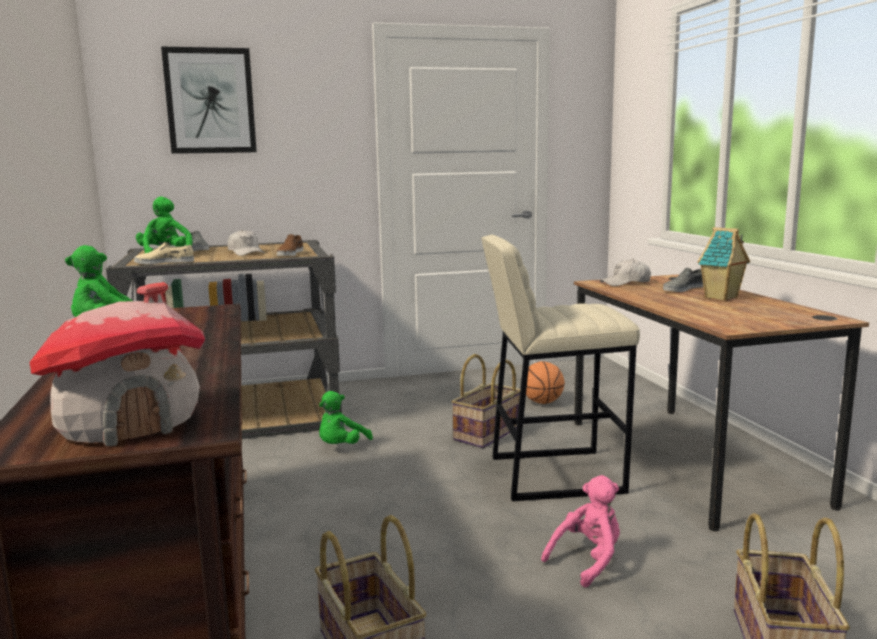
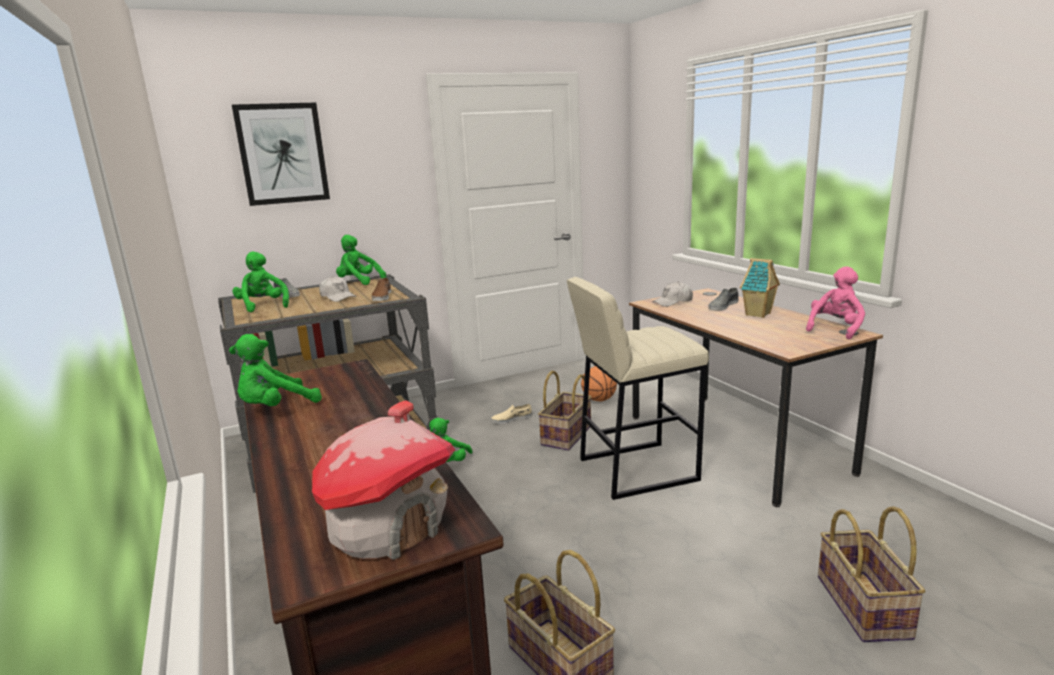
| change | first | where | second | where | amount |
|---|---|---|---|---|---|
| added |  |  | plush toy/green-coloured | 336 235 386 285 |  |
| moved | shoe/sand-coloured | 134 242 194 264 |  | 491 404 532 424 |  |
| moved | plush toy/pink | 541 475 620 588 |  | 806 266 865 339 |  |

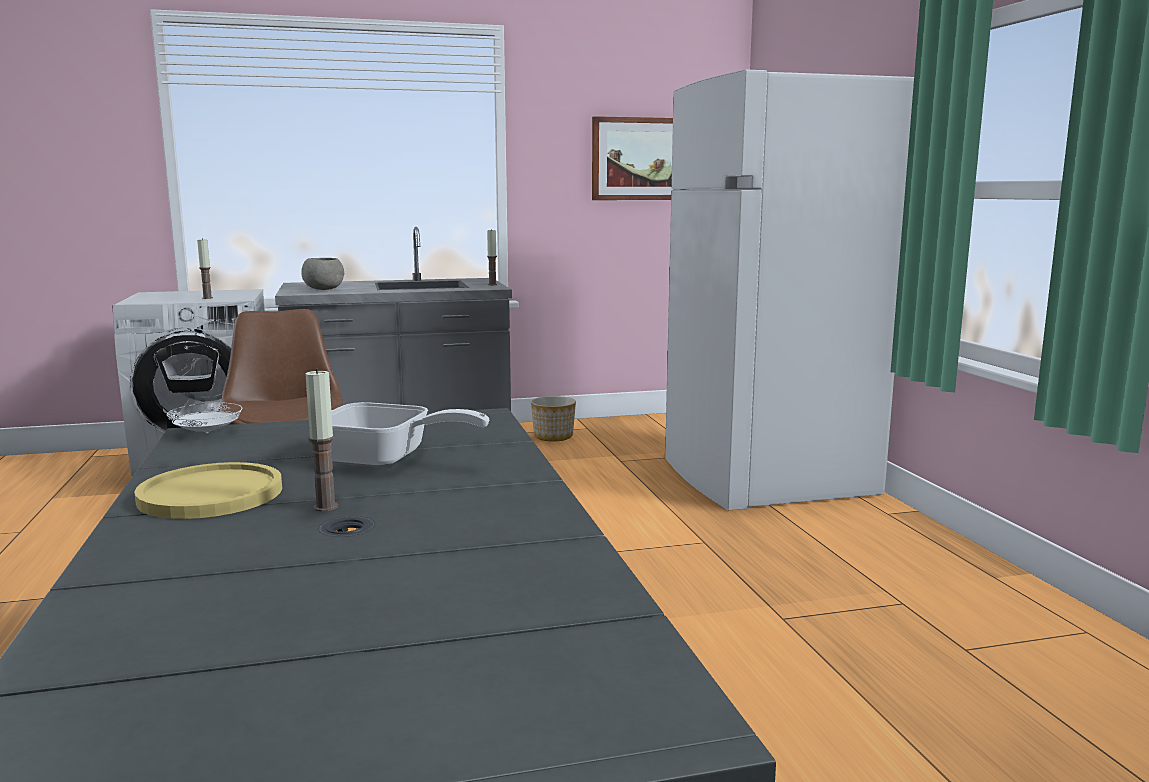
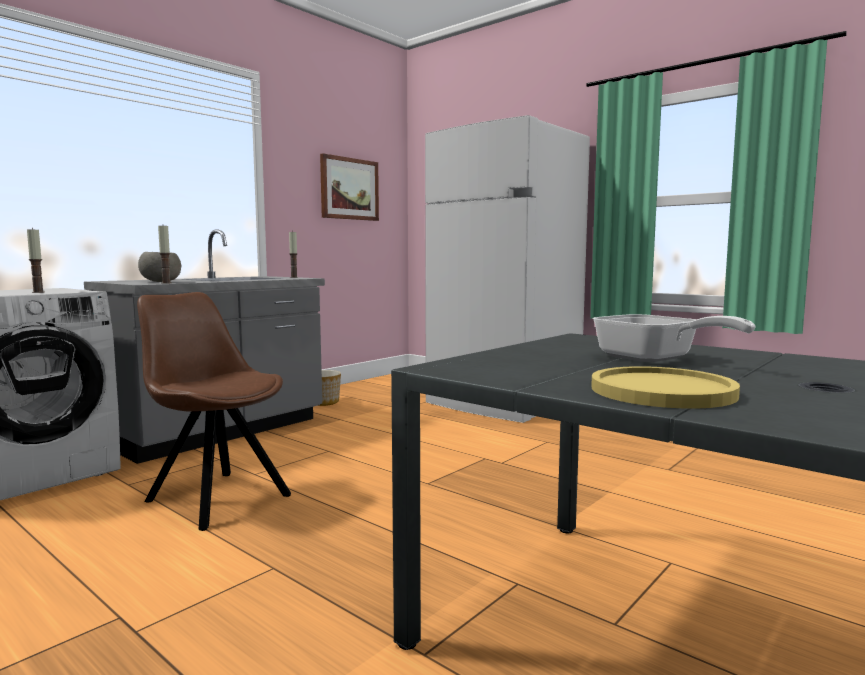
| change | first | where | second | where | amount |
|---|---|---|---|---|---|
| moved | candle | 305 368 338 512 |  | 158 226 172 284 |  |
| turned | frying pan | 331 402 489 468 |  | 593 314 755 362 | 75 degrees clockwise |
| removed | flat dish/white-coloured | 167 403 242 434 |  |  |  |

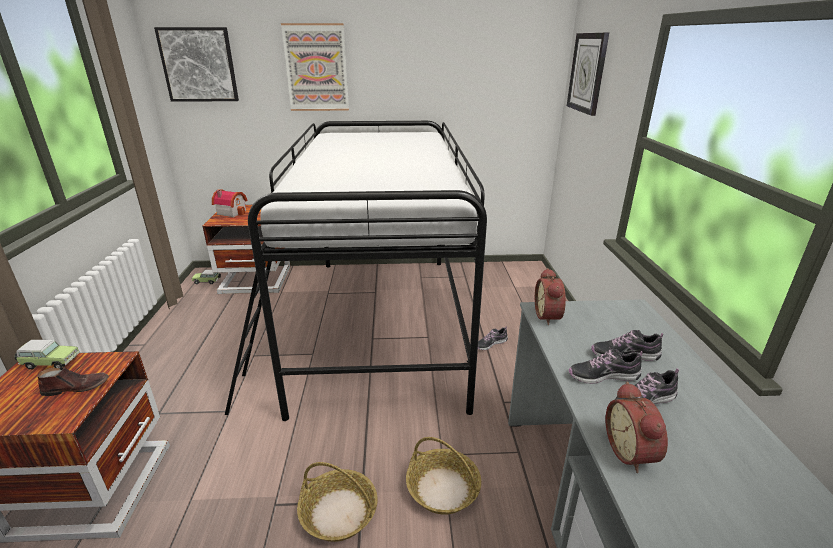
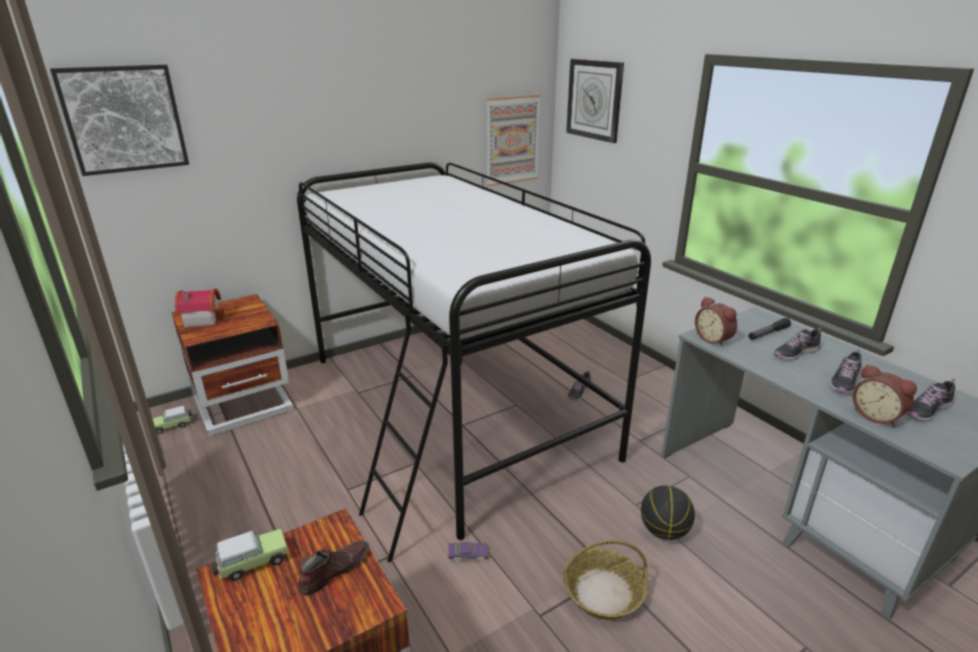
| change | first | where | second | where | amount |
|---|---|---|---|---|---|
| added |  |  | toy car/purple | 448 542 489 563 |  |
| moved | wall art | 281 23 349 111 |  | 486 94 541 186 |  |
| replaced | storage basket | 406 437 481 515 | basketball ball | 641 486 695 540 |  |
| added |  |  | flashlight | 748 318 791 340 |  |
| moved | shoe | 569 349 643 384 |  | 906 379 955 421 |  |

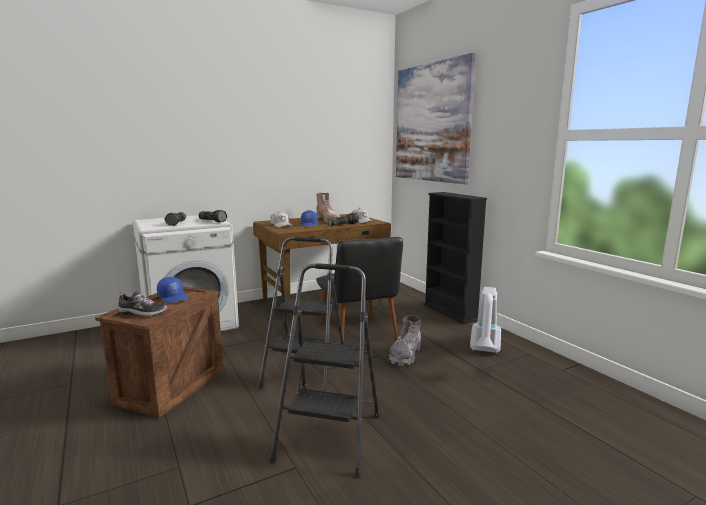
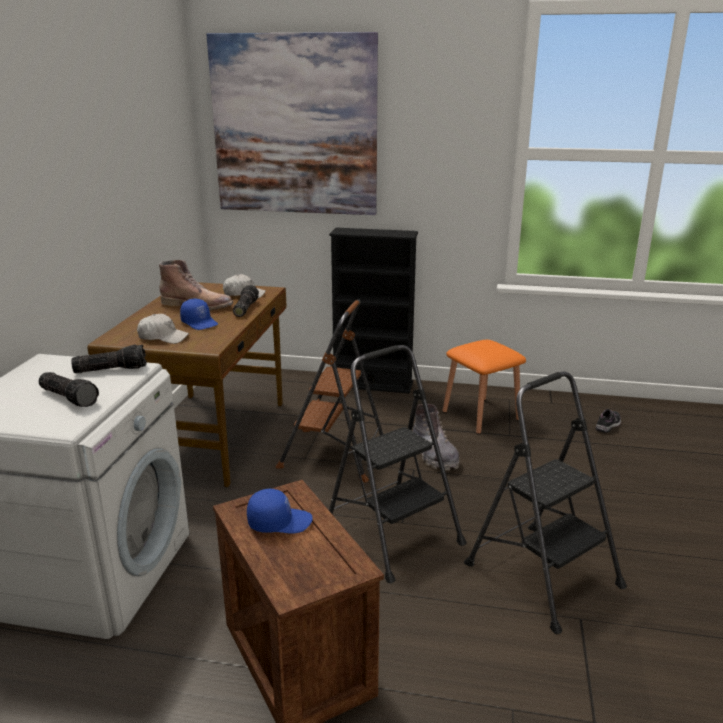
| change | first | where | second | where | amount |
|---|---|---|---|---|---|
| replaced | upright chair/black-coloured | 316 237 403 344 | step stool/brown | 276 299 383 482 |  |
| replaced | hoover | 470 287 501 354 | sitting stool/orange-coloured | 442 340 526 435 |  |
| moved | shoe | 117 292 167 316 |  | 596 409 621 433 |  |

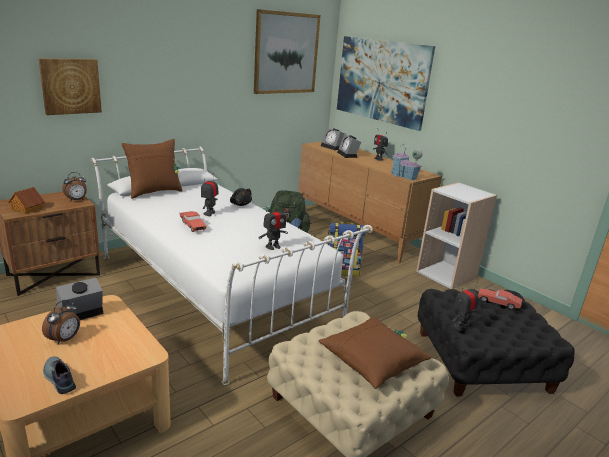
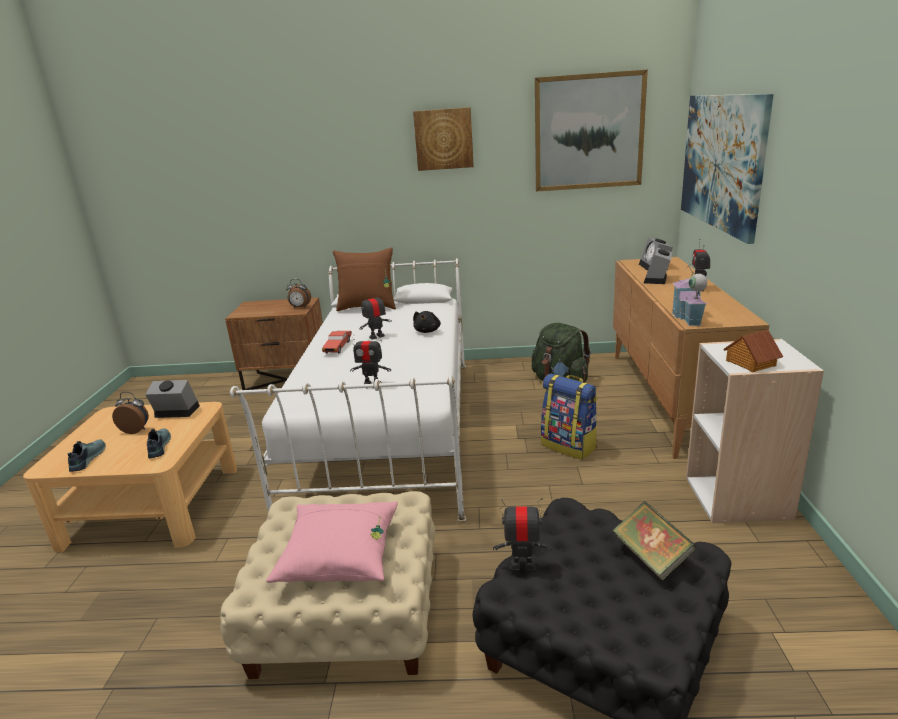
| change | first | where | second | where | amount |
|---|---|---|---|---|---|
| turned | bedside clock | 42 300 80 345 |  | 112 392 149 434 | 150 degrees counterclockwise |
| added |  |  | shoe | 147 428 171 458 |  |
| recoloured | cushion/brown | 318 316 431 389 | cushion/pink | 266 501 398 583 |  |
| moved | wall art | 38 58 102 115 |  | 413 107 474 171 |  |
| replaced | toy car/red | 478 288 522 310 | bound book | 612 502 696 581 |  |
| moved | miniature house | 8 187 45 214 |  | 724 329 783 372 |  |

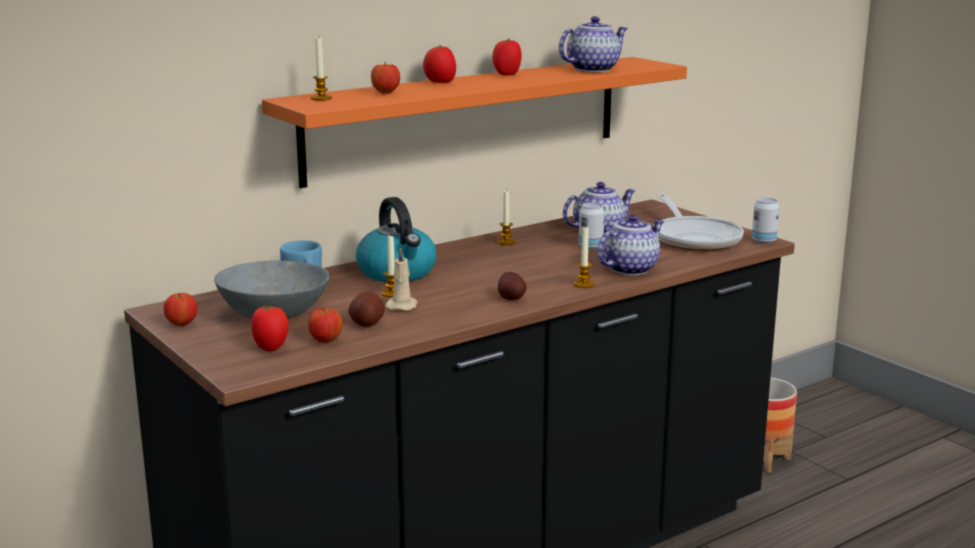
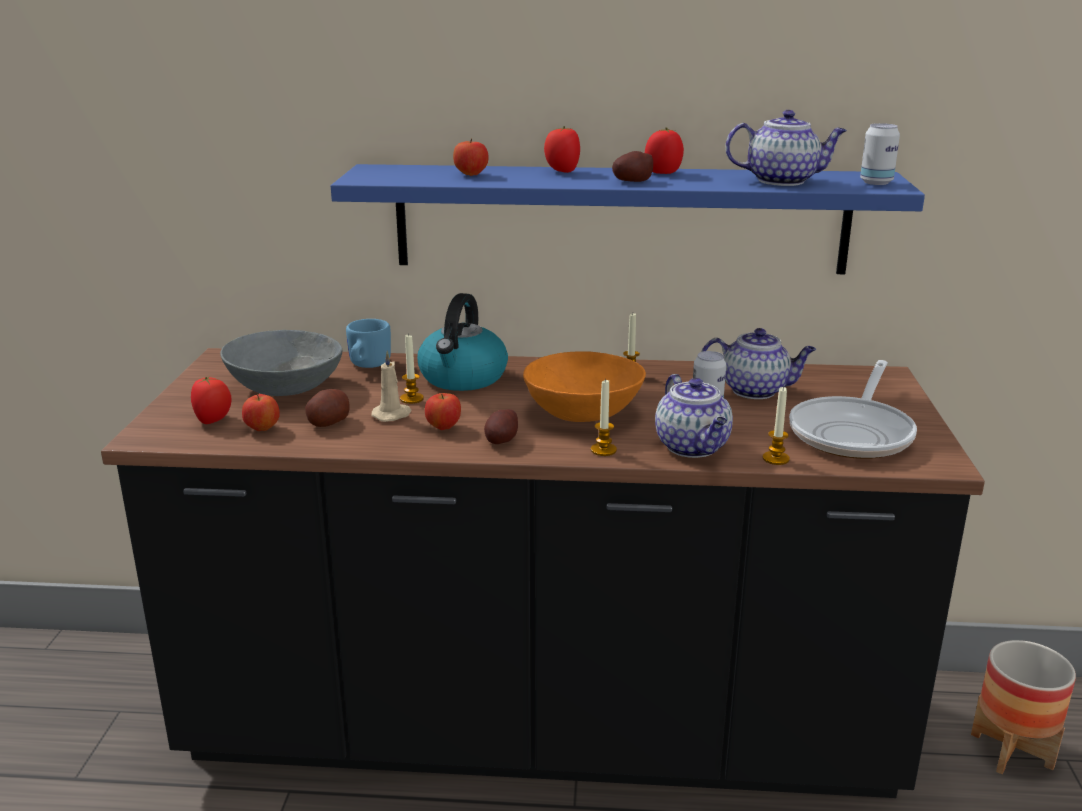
| change | first | where | second | where | amount |
|---|---|---|---|---|---|
| recoloured | shelf/orange-coloured | 262 57 687 188 | shelf/blue-coloured | 331 164 925 274 |  |
| moved | apple fruit | 163 293 197 326 |  | 425 393 461 430 |  |
| added |  |  | deep dish/orange-coloured | 523 351 646 422 |  |
| added |  |  | whole potato | 612 151 653 182 |  |
| turned | pot for tea | 597 214 664 275 |  | 655 374 733 458 | 75 degrees clockwise |
| moved | candle | 311 35 332 101 |  | 763 386 790 465 |  |
| moved | metal can | 752 198 779 244 |  | 860 123 900 185 |  |

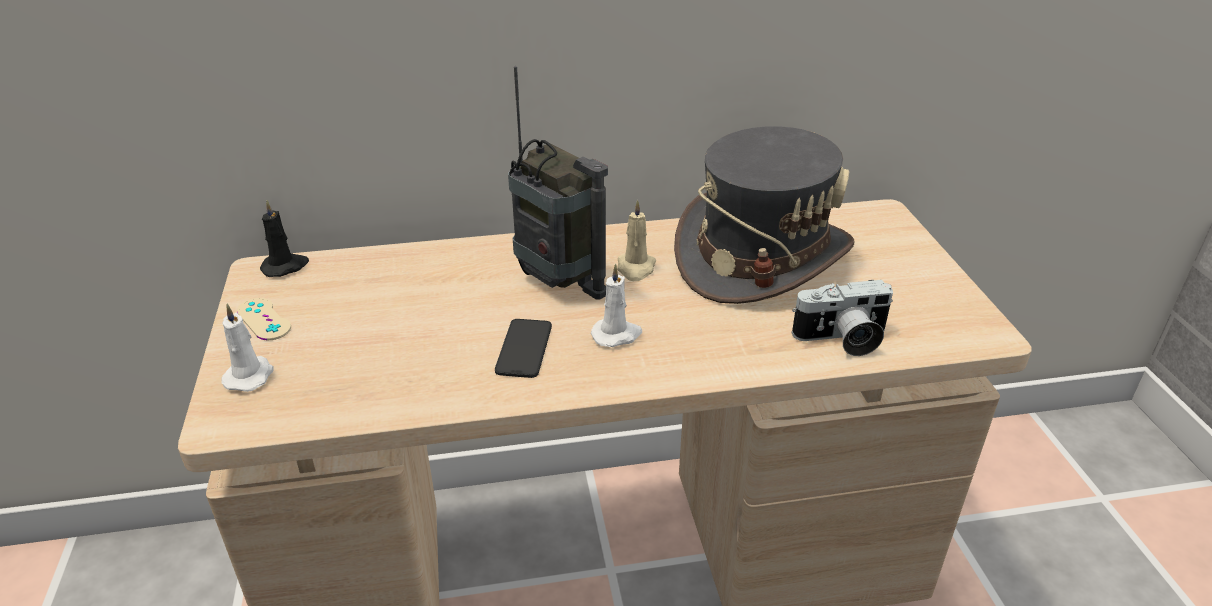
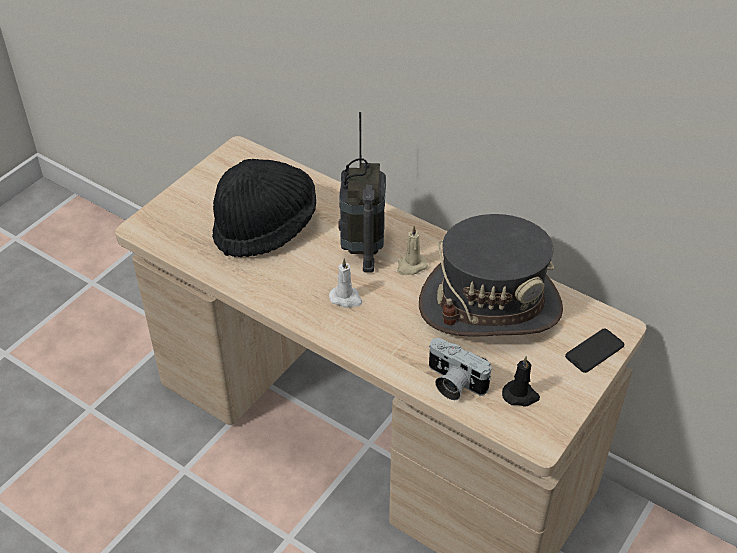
| change | first | where | second | where | amount |
|---|---|---|---|---|---|
| added |  |  | clothing hat/black-coloured | 212 159 316 257 |  |
| moved | candle/black-coloured | 260 200 309 277 |  | 502 356 540 406 |  |
| moved | handset | 495 319 552 378 |  | 565 329 624 373 |  |
| removed | candle/white-coloured | 221 304 274 392 |  |  |  |
| removed | gamepad/sand-coloured | 237 298 291 340 |  |  |  |

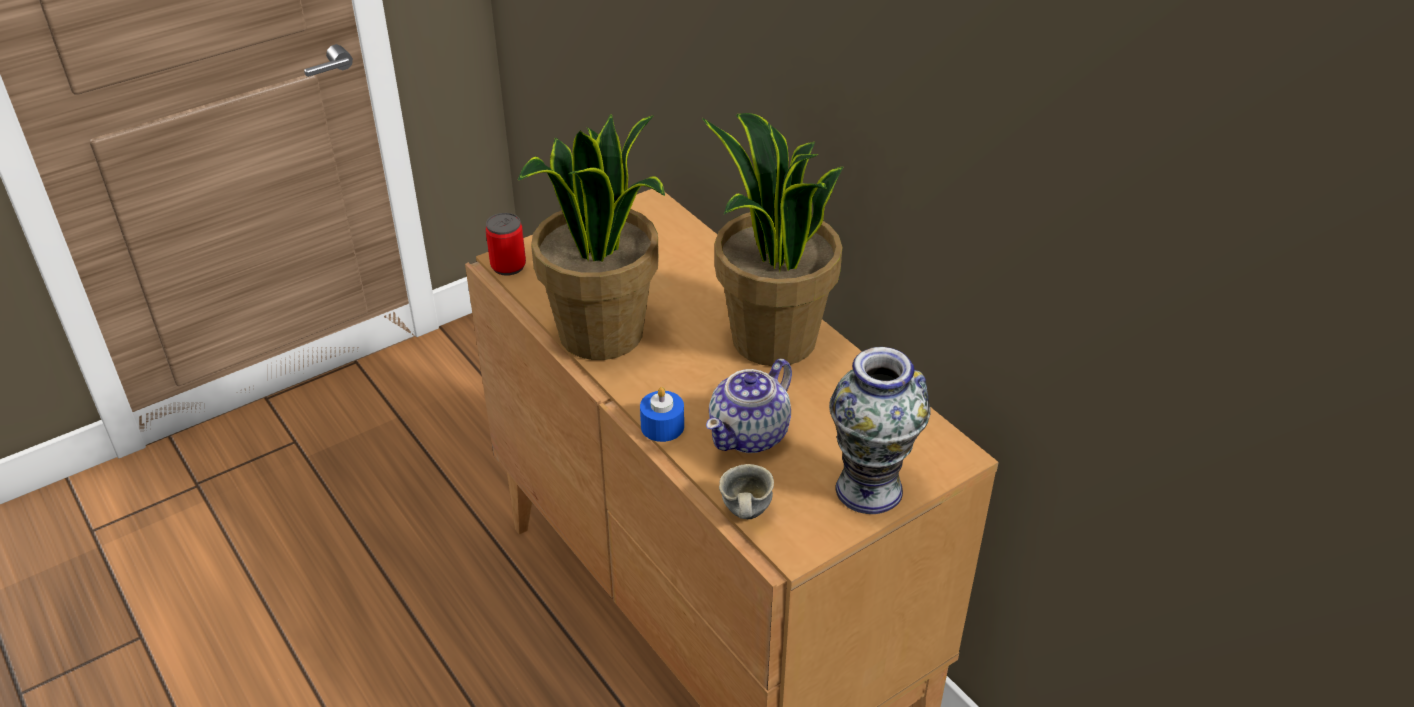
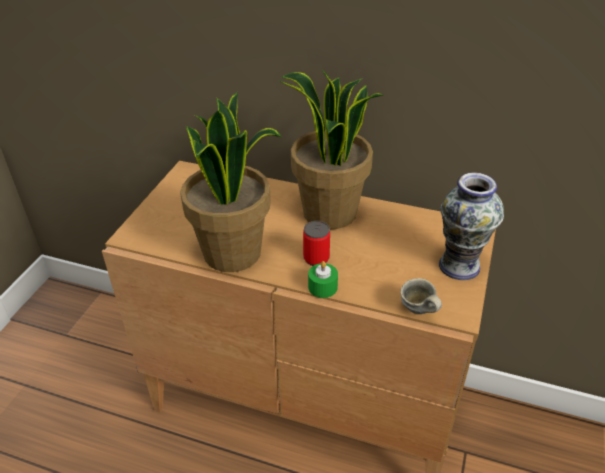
| change | first | where | second | where | amount |
|---|---|---|---|---|---|
| moved | metal can | 486 213 526 276 |  | 303 221 330 266 |  |
| recoloured | candle/blue-coloured | 640 387 684 442 | candle/green-coloured | 308 261 338 298 |  |
| removed | pot for tea | 706 359 792 453 |  |  |  |

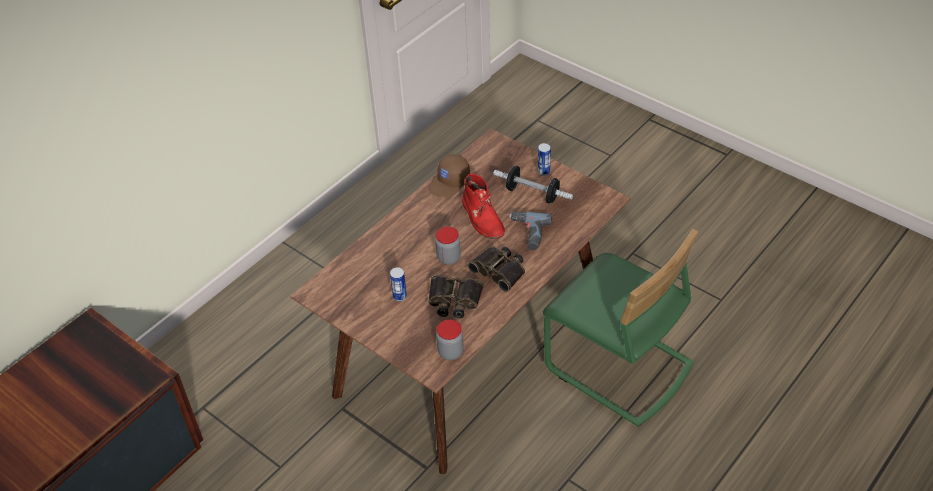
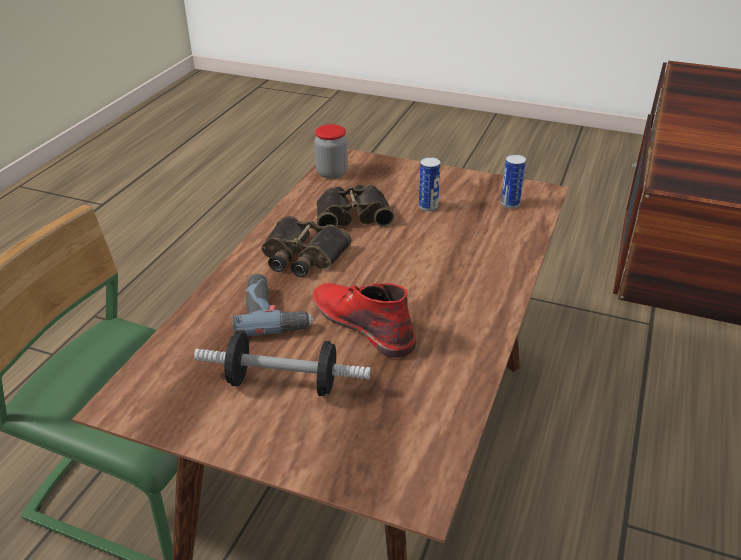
| change | first | where | second | where | amount |
|---|---|---|---|---|---|
| moved | metal can | 538 143 551 176 |  | 501 154 526 208 |  |
| removed | cap/brown | 428 154 470 198 |  |  |  |
| removed | preserve jar | 435 227 461 265 |  |  |  |

